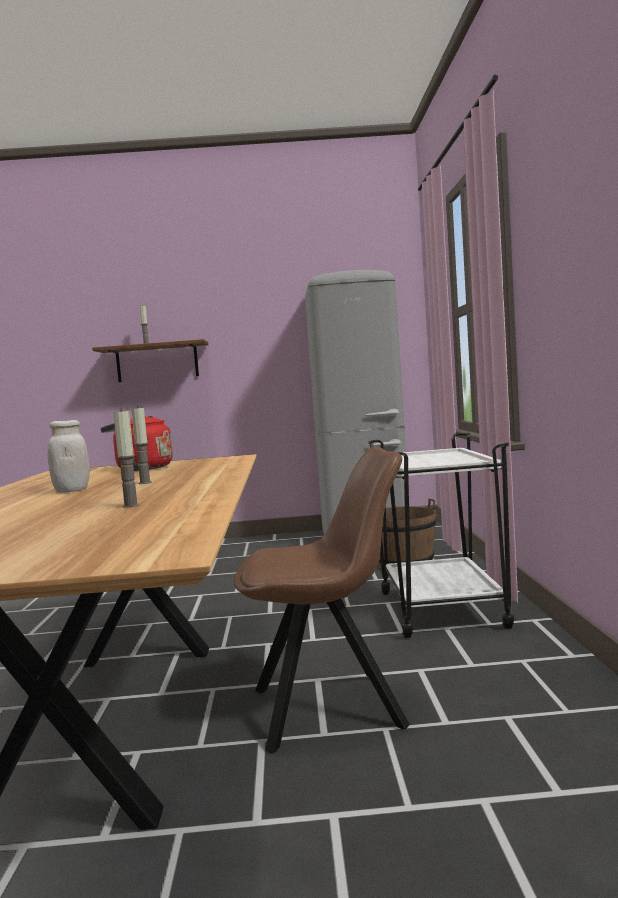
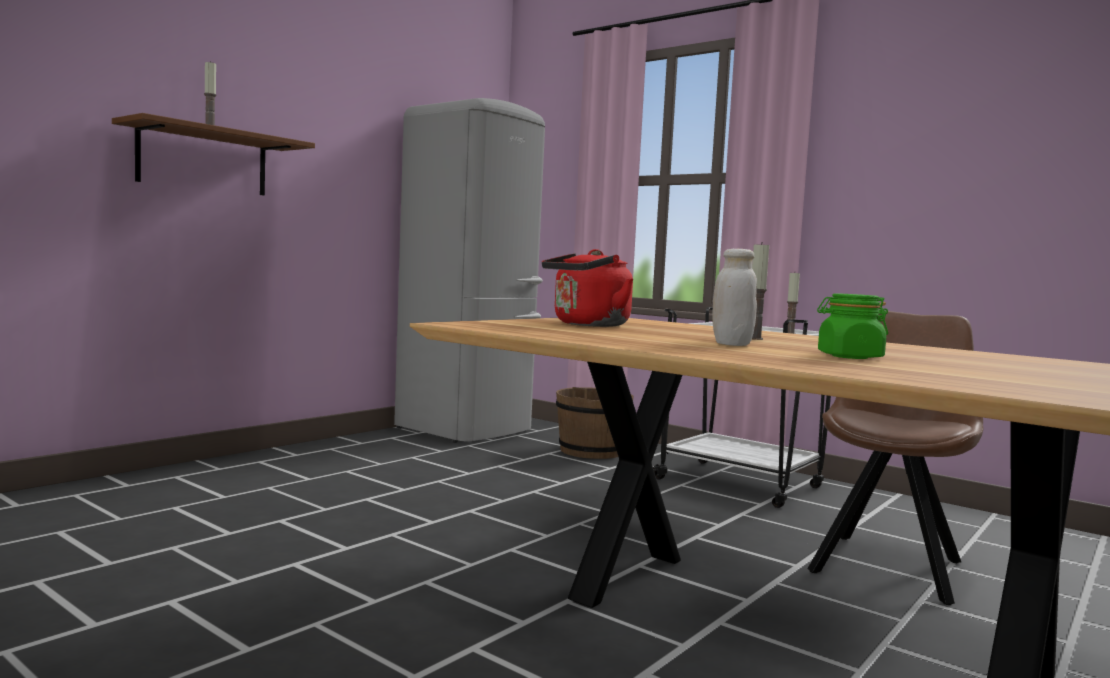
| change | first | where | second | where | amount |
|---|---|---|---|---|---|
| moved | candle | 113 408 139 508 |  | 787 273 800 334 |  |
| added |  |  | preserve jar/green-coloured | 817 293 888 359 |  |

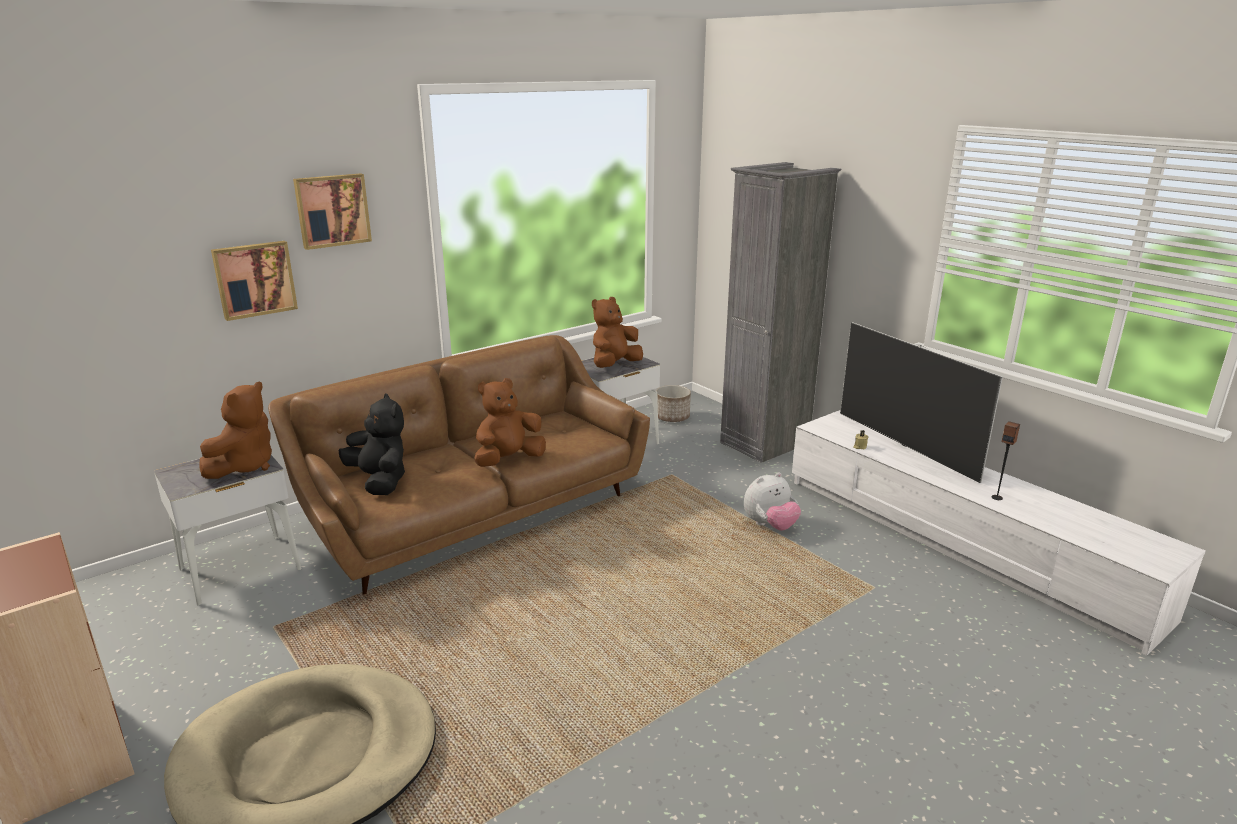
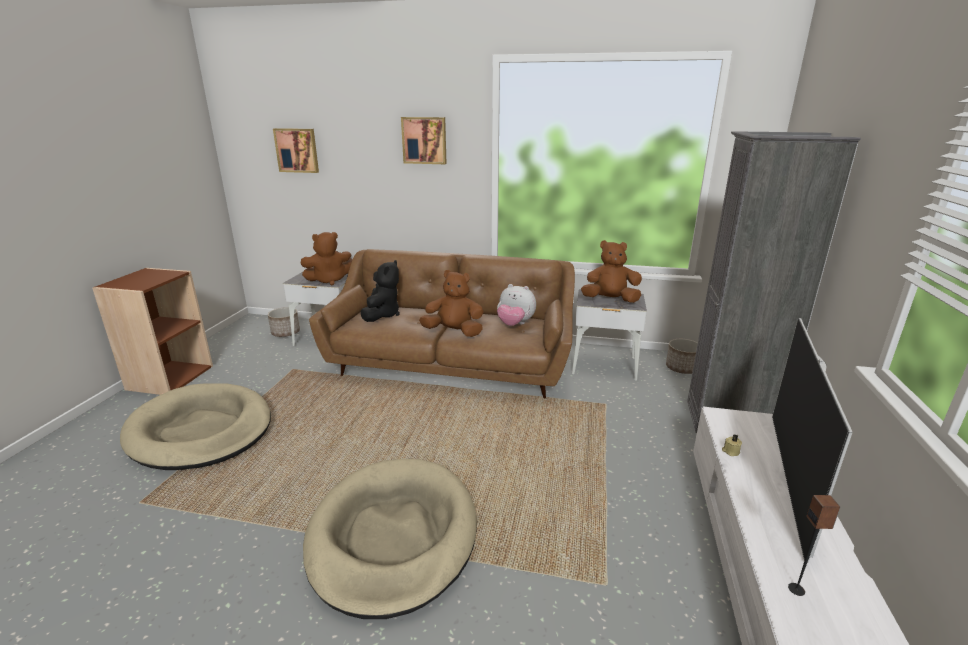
| change | first | where | second | where | amount |
|---|---|---|---|---|---|
| added |  |  | flower pot | 268 307 300 337 |  |
| moved | wall art | 211 241 298 321 |  | 273 128 319 173 |  |
| added |  |  | dog cushion/sand-coloured | 303 459 477 619 |  |
| moved | plush toy | 744 473 801 531 |  | 497 284 536 326 |  |

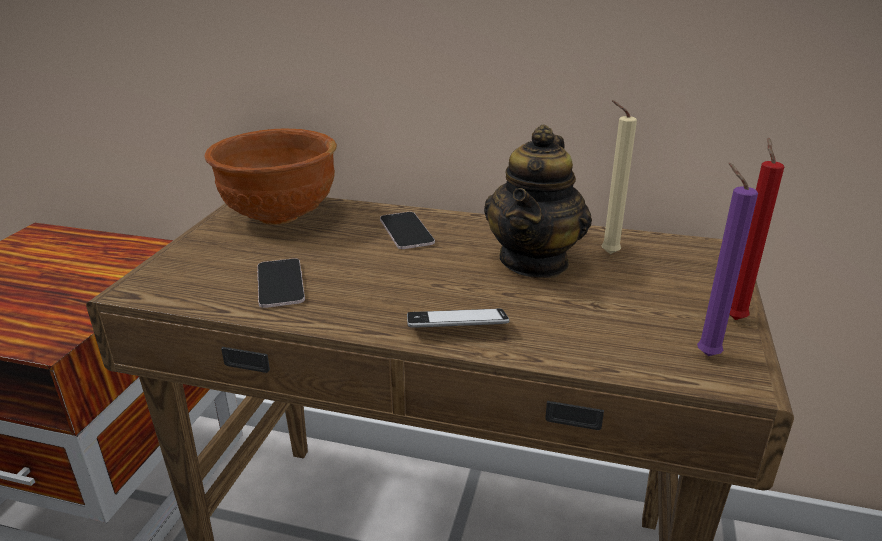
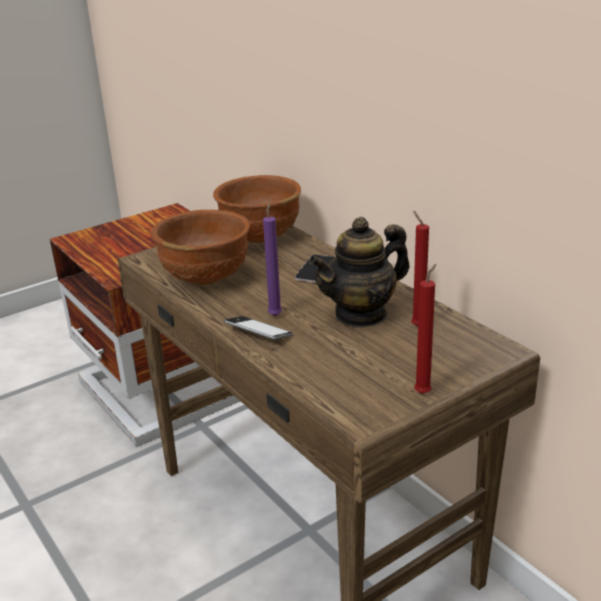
| change | first | where | second | where | amount |
|---|---|---|---|---|---|
| replaced | handset | 257 258 305 308 | deep dish/brown | 151 210 250 285 |  |
| moved | candle/purple | 697 163 758 356 |  | 263 203 282 316 |  |
| recoloured | candle/sand-coloured | 601 100 637 254 | candle/red | 411 210 429 326 |  |

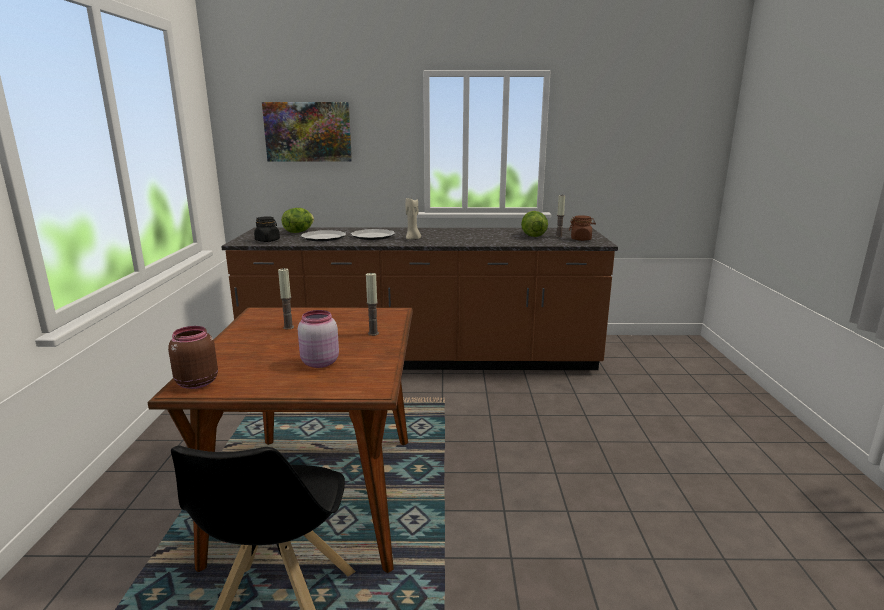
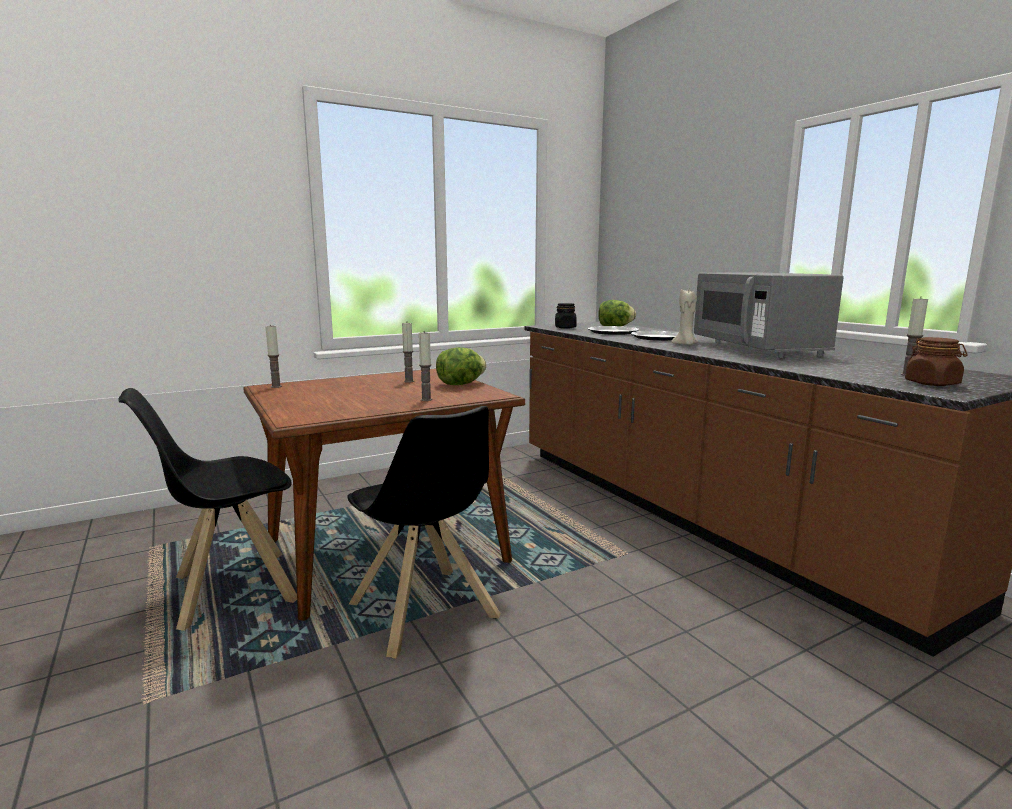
| change | first | where | second | where | amount |
|---|---|---|---|---|---|
| replaced | preserve jar/brown | 168 326 218 389 | candle | 265 324 282 388 |  |
| added |  |  | upright chair/black-coloured | 347 406 500 658 |  |
| moved | lettuce head | 521 211 548 237 |  | 436 347 487 385 |  |
| added |  |  | microwave/greyish | 694 272 844 358 |  |
| removed | wall art | 262 102 352 161 |  |  |  |
| removed | preserve jar/pink | 298 310 339 368 |  |  |  |

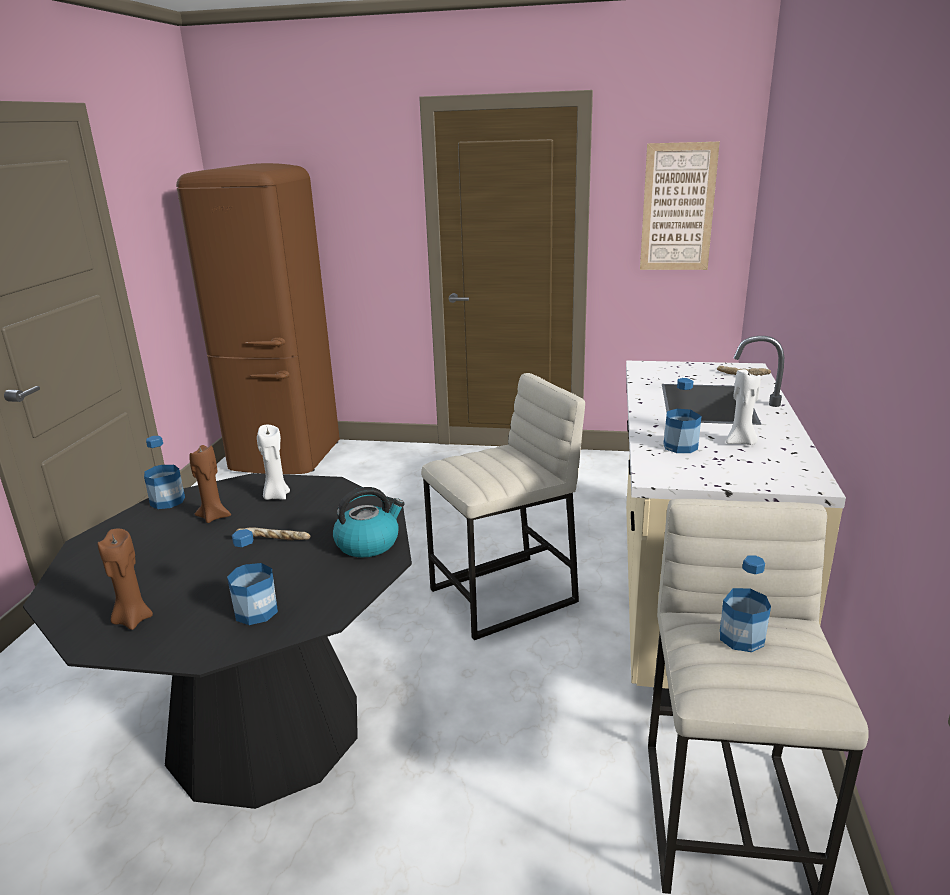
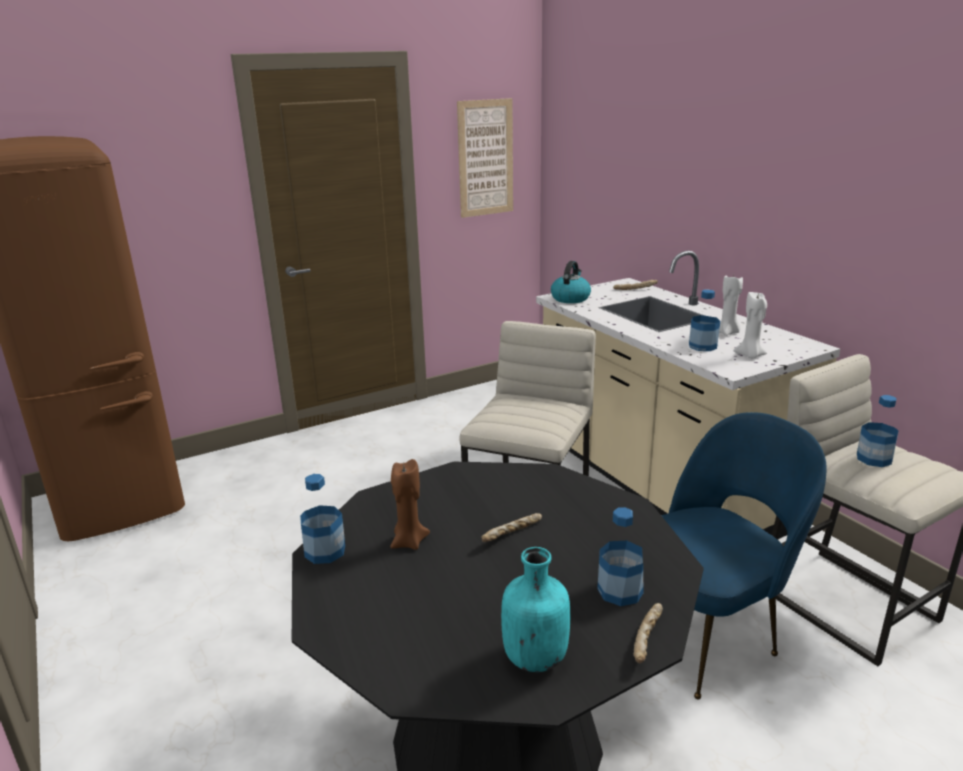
| change | first | where | second | where | amount |
|---|---|---|---|---|---|
| replaced | candle/brown | 98 528 153 630 | drink bottle/turquoise-coloured | 501 547 570 672 |  |
| moved | water kettle | 333 487 404 557 |  | 551 261 591 303 |  |
| added |  |  | bread | 633 603 663 663 |  |
| added |  |  | upright chair/blue-coloured | 661 412 826 700 |  |
| moved | candle/white-coloured | 257 425 290 500 |  | 734 292 767 359 |  |

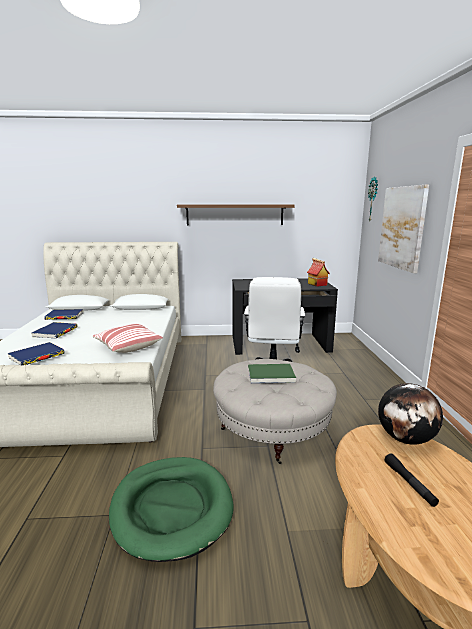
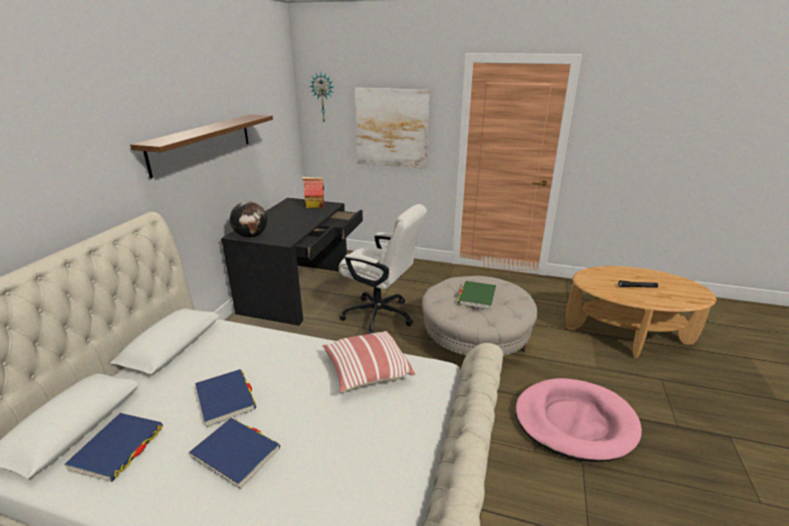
| change | first | where | second | where | amount |
|---|---|---|---|---|---|
| moved | bound book/blue-coloured | 8 342 65 366 |  | 195 369 256 427 |  |
| moved | desk globe | 378 383 443 445 |  | 230 201 267 238 |  |
| recoloured | dog cushion/green-coloured | 109 457 233 562 | dog cushion/pink | 515 378 642 462 |  |

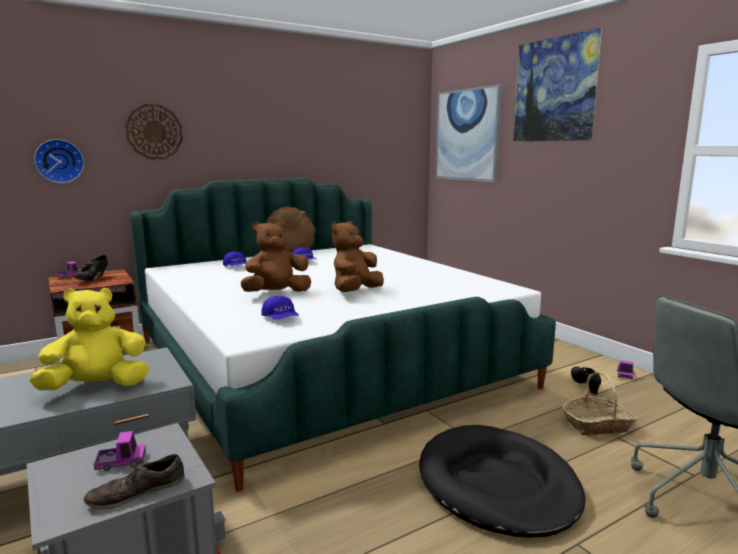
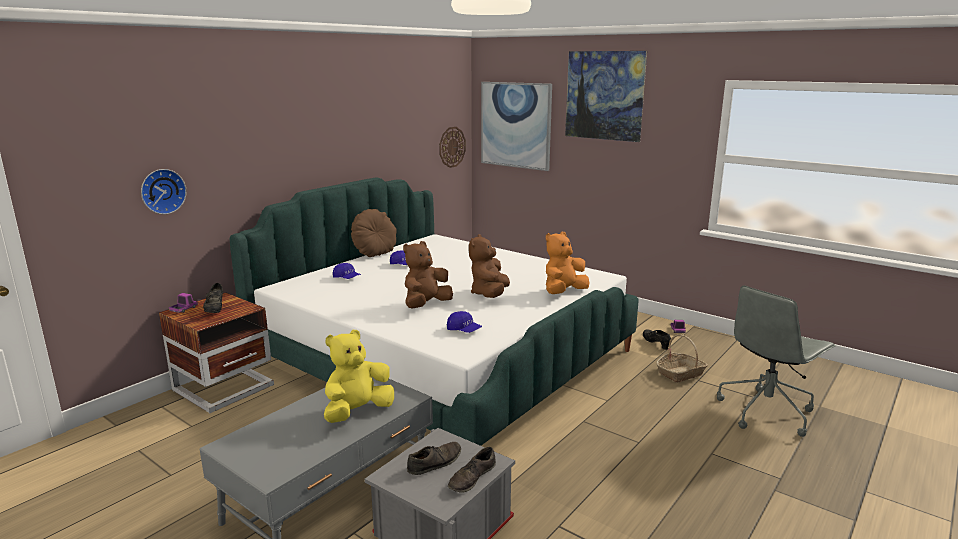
| change | first | where | second | where | amount |
|---|---|---|---|---|---|
| replaced | model truck | 94 431 146 471 | shoe/brown | 407 442 461 475 |  |
| moved | wall clock | 125 104 183 160 |  | 439 127 466 168 |  |
| added |  |  | plush toy/orange-coloured | 546 232 589 294 |  |
| removed | dog cushion/black-coloured | 419 425 585 538 |  |  |  |

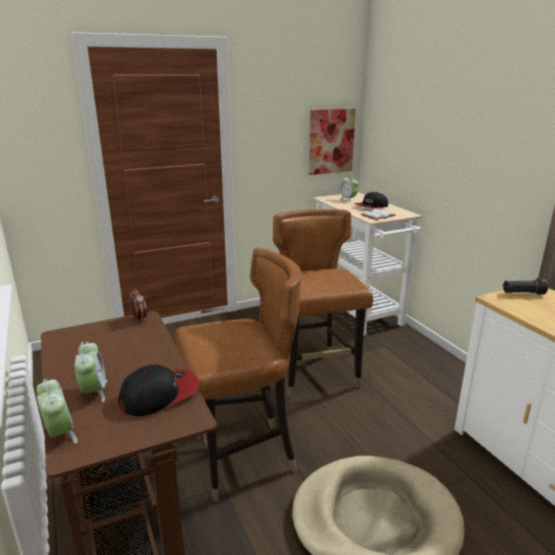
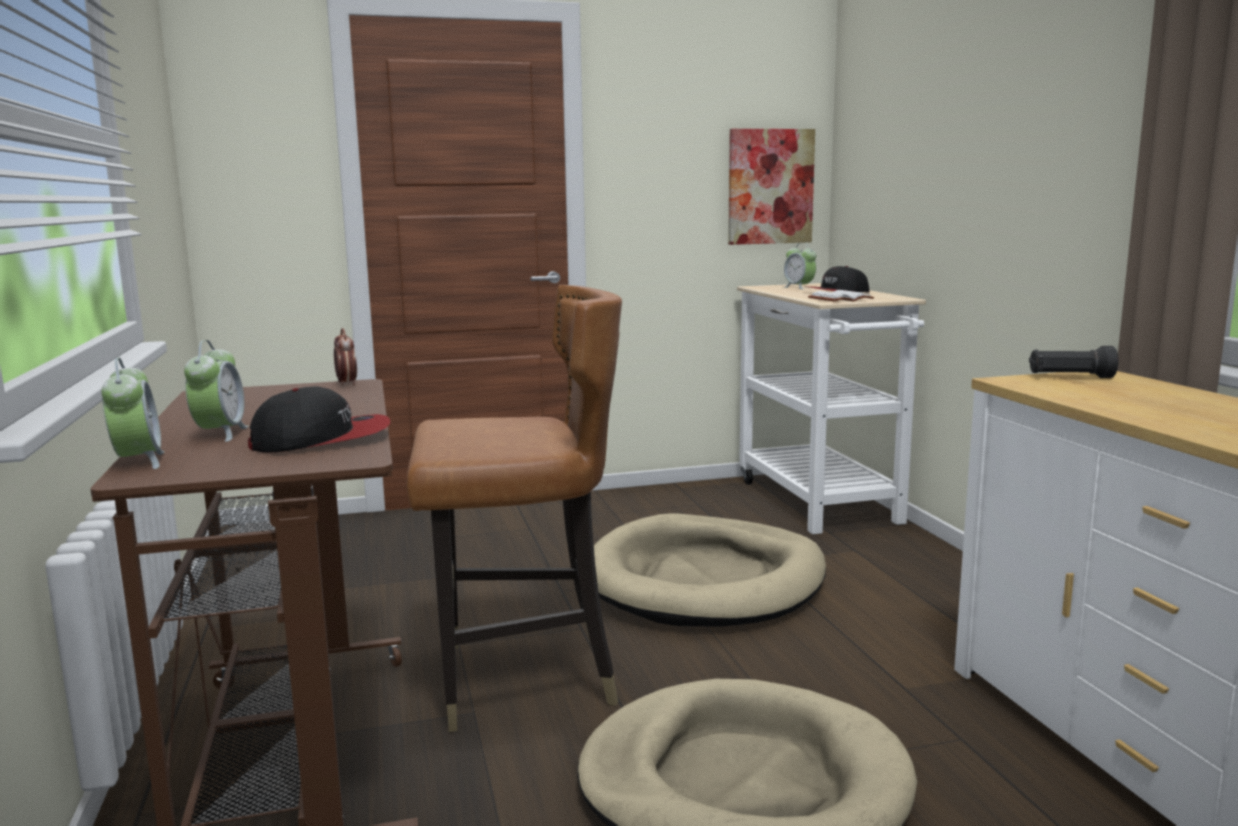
| change | first | where | second | where | amount |
|---|---|---|---|---|---|
| replaced | upright chair/brown | 273 209 373 397 | dog cushion/sand-coloured | 594 513 826 627 |  |

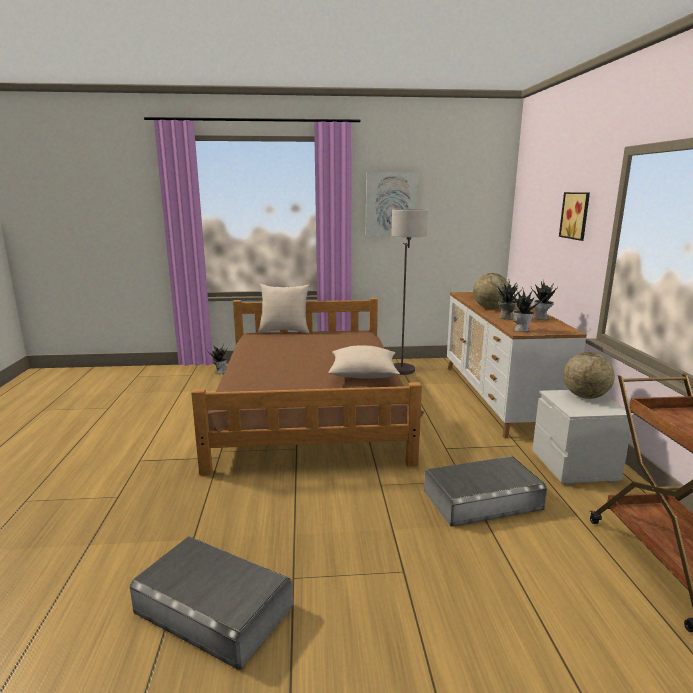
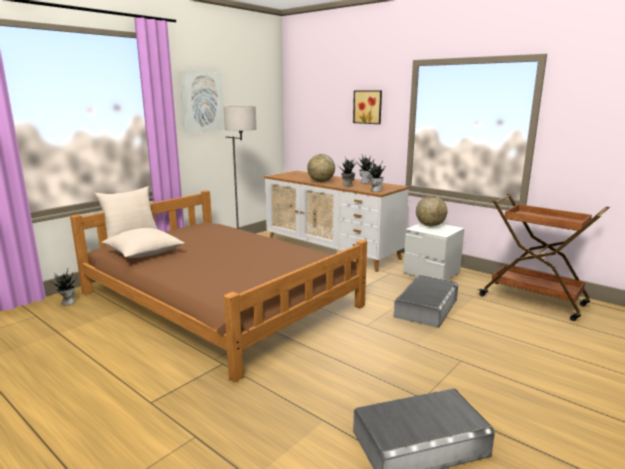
| change | first | where | second | where | amount |
|---|---|---|---|---|---|
| moved | cushion/sand-coloured | 328 346 400 379 |  | 102 228 185 258 |  |

